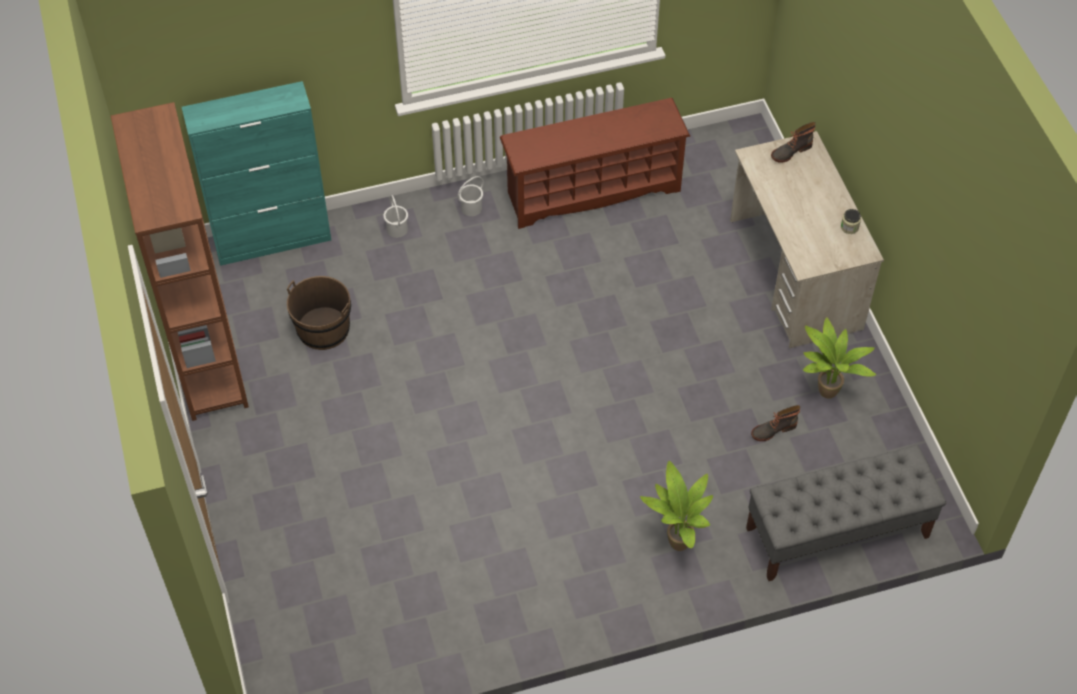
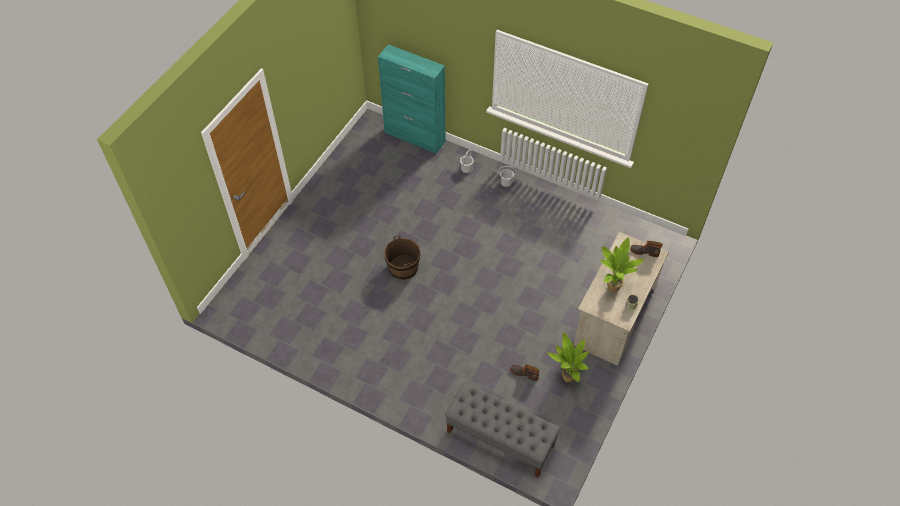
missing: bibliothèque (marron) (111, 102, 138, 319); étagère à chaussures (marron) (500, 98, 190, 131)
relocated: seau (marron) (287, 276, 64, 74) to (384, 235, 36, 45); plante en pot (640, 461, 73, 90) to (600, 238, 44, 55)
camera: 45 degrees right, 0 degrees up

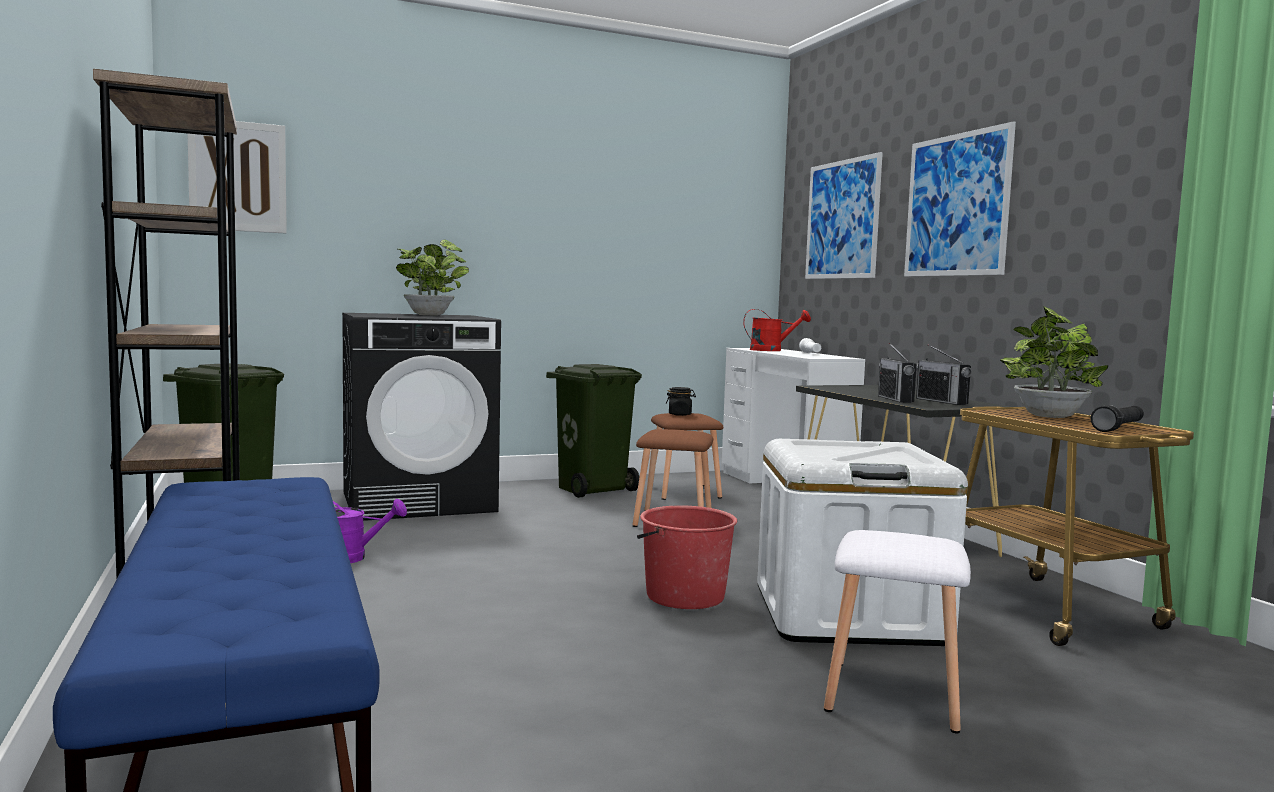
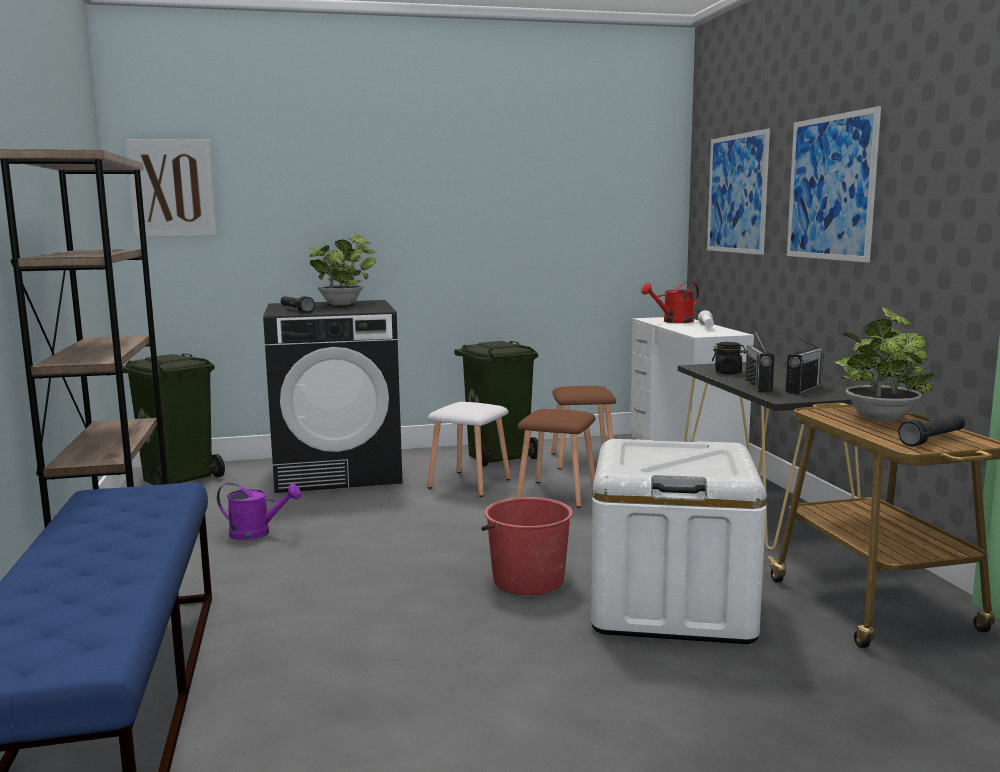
appeared: lampe de poche (noir) (281, 296, 34, 17)
relocated: bocal (noir) (666, 387, 30, 29) to (712, 342, 34, 32); tabouret (blanc) (824, 530, 147, 203) to (427, 402, 84, 95)
spun: arrosoir (rouge) (743, 309, 68, 42) = (641, 281, 58, 42) 150 degrees clockwise; radio (916, 345, 56, 60) = (786, 337, 39, 57) 120 degrees counterclockwise
camera: 10 degrees right, 5 degrees up

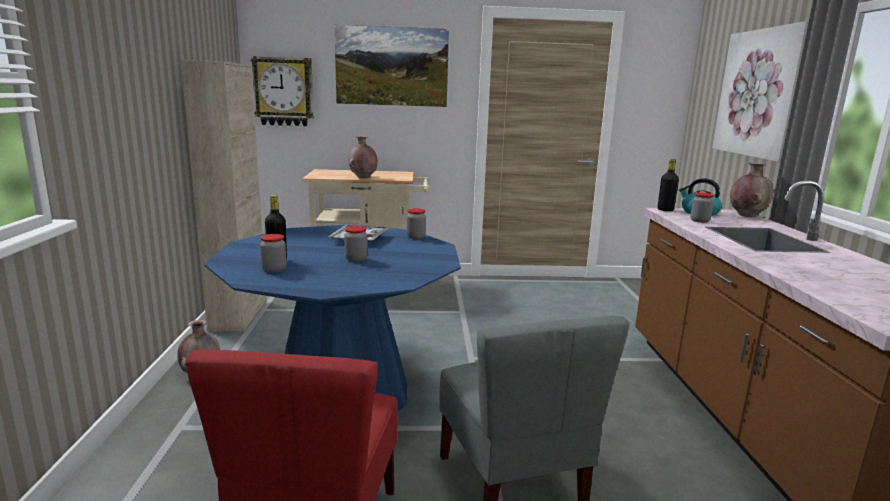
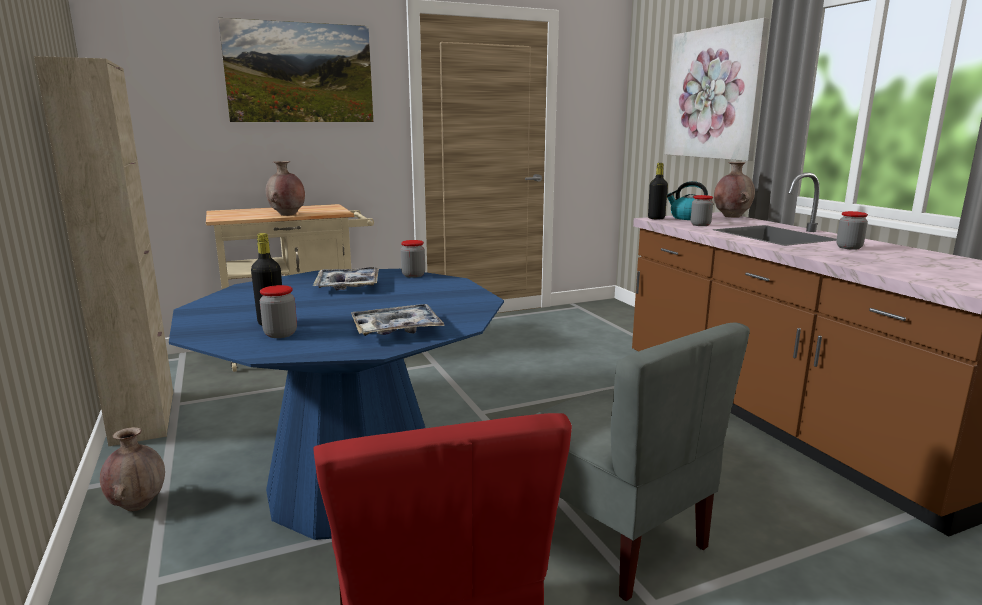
missing: horloge murale (251, 56, 63, 70)
appeared: plateau (351, 304, 94, 32)
relocated: bocal (344, 226, 23, 36) to (836, 211, 32, 39)
camera: 20 degrees left, 0 degrees up

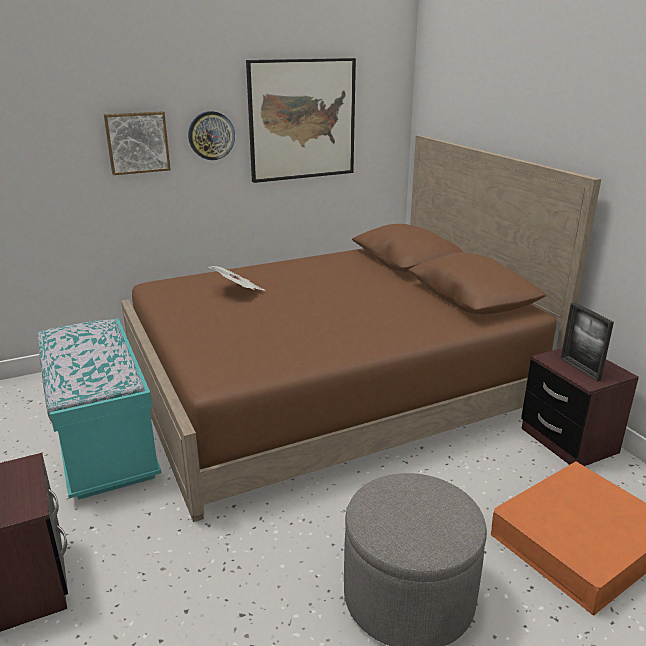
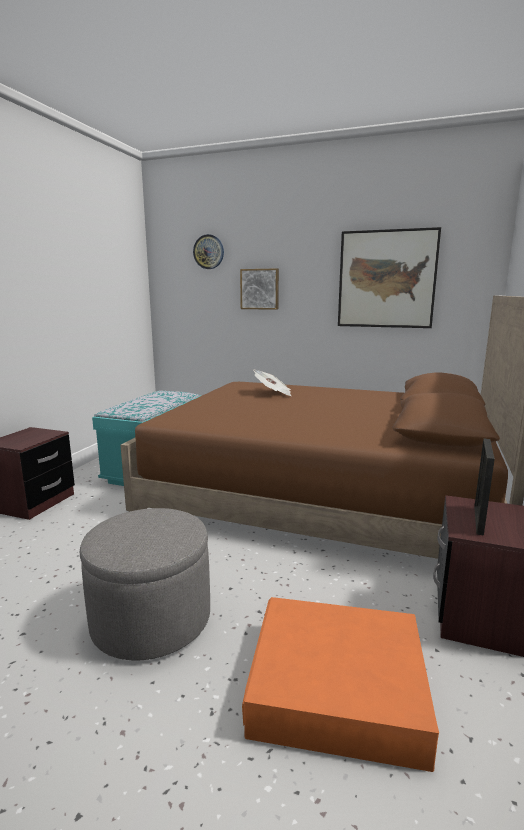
relocated: horloge murale (188, 111, 47, 49) to (193, 234, 31, 35)
camera: 45 degrees right, 10 degrees down

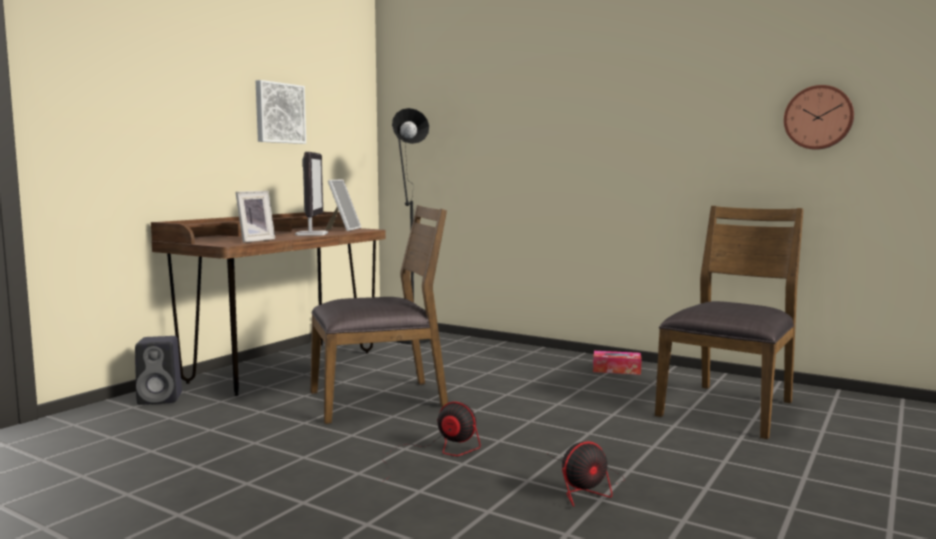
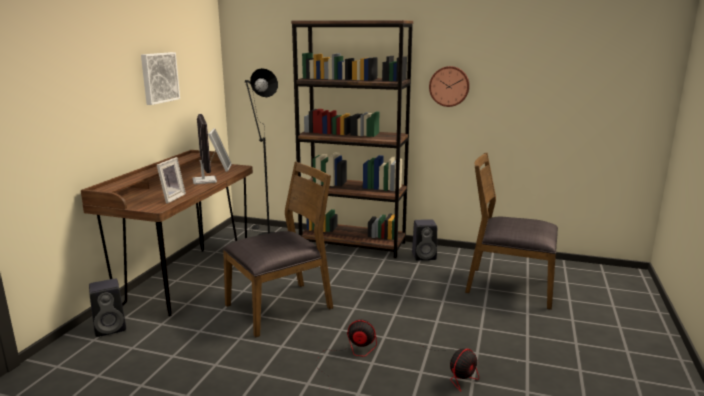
appeared: bibliothèque (marron) (291, 20, 122, 238)
relocated: horloge murale (784, 85, 70, 65) to (429, 66, 41, 41)
exchanged: boîte à mouchoirs (593, 351, 49, 24) to enceinte (noir) (412, 219, 25, 41)
spun: chaise (marron) (655, 206, 149, 233) = (465, 153, 93, 157) 90 degrees counterclockwise
camera: 15 degrees left, 10 degrees up

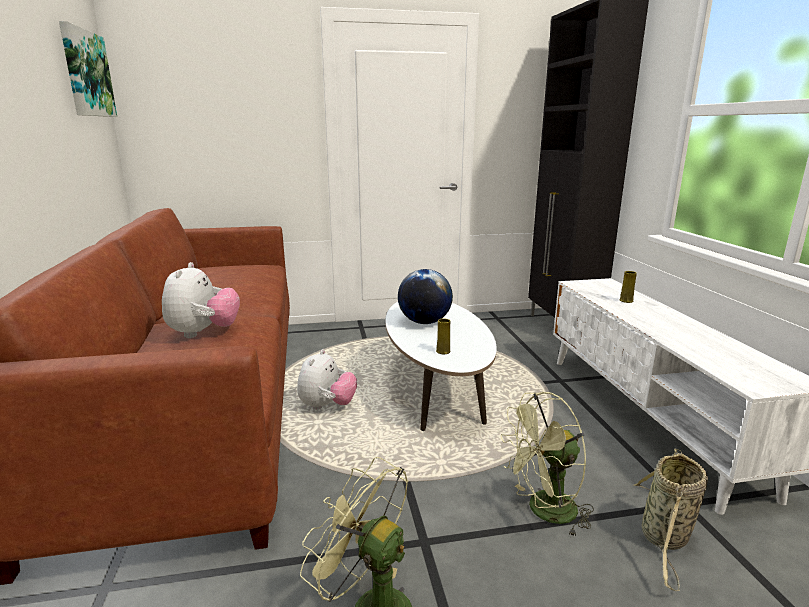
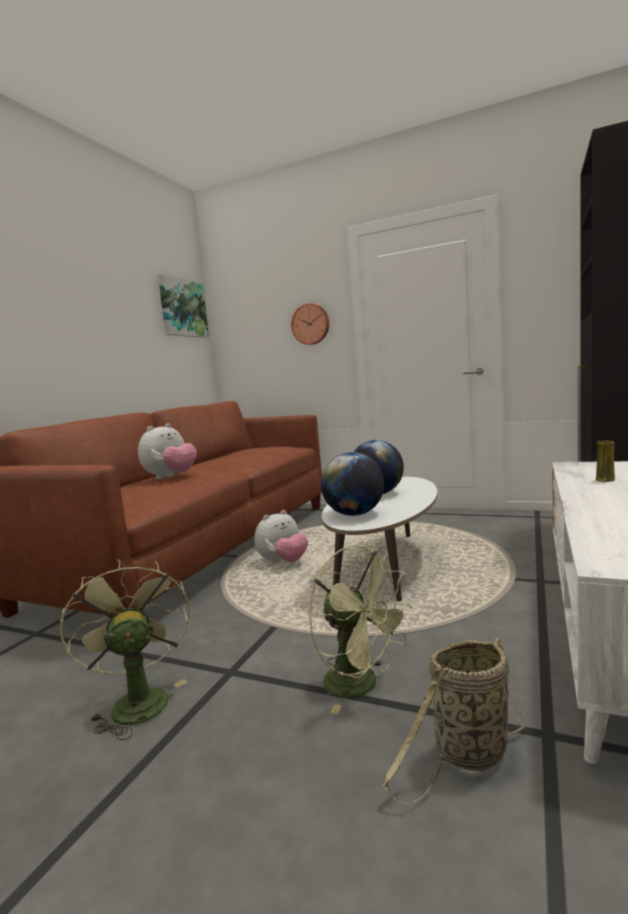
appeared: horloge murale (291, 303, 38, 42)
exchanged: vase (jaune) (436, 318, 14, 36) to globe (321, 452, 63, 64)
spun: ventilateur (vert) (501, 392, 93, 145) = (309, 545, 103, 169) 150 degrees counterclockwise
camera: 35 degrees right, 10 degrees down

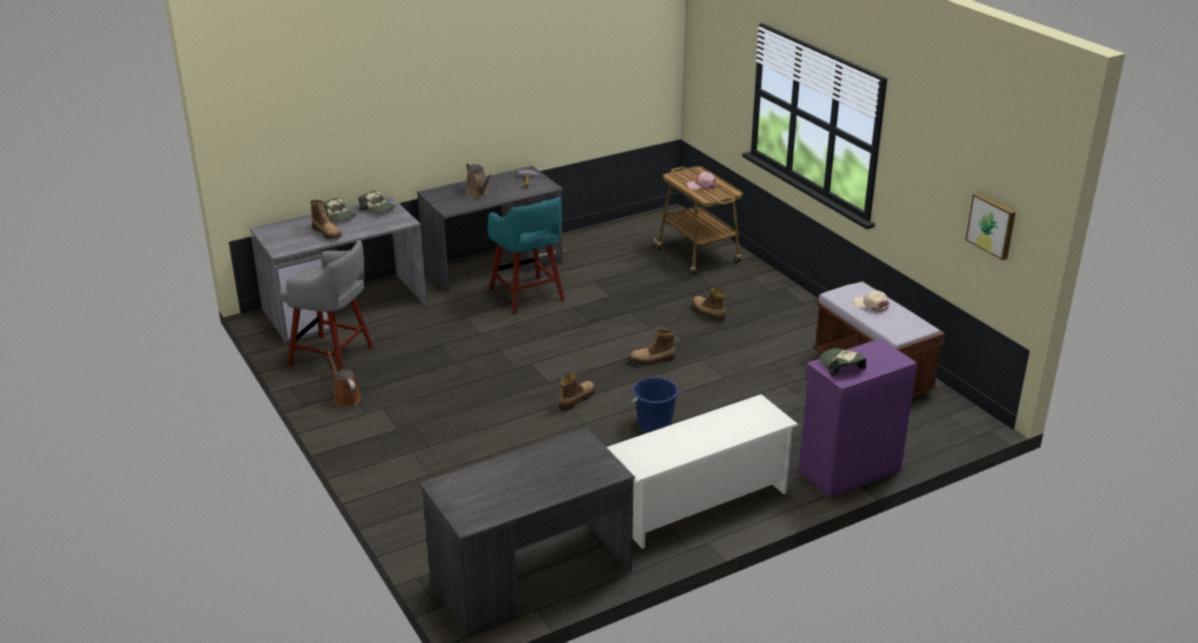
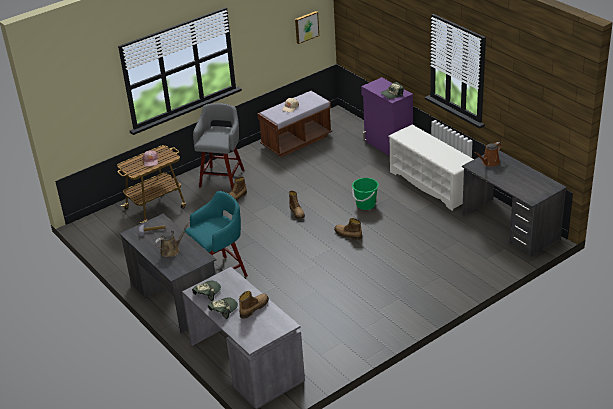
relocated: tabouret (gris) (279, 240, 95, 132) to (193, 103, 51, 86); arrosoir (marron) (327, 351, 34, 56) to (474, 142, 27, 25)
colour: seau (bleu) (631, 377, 48, 56) to seau (vert) (352, 178, 27, 32)
camera: 95 degrees left, 5 degrees up

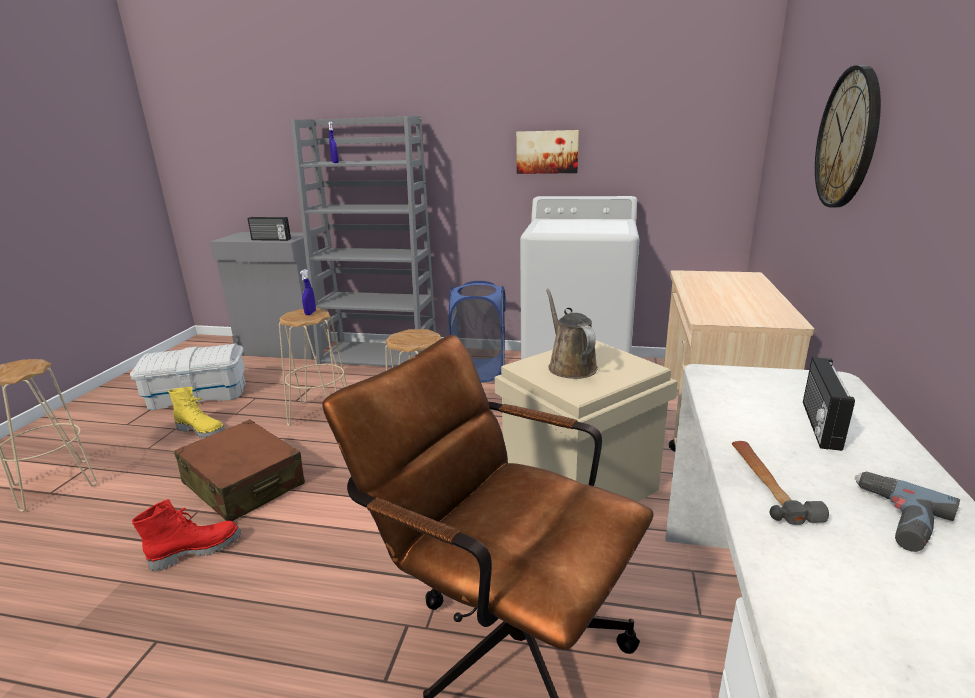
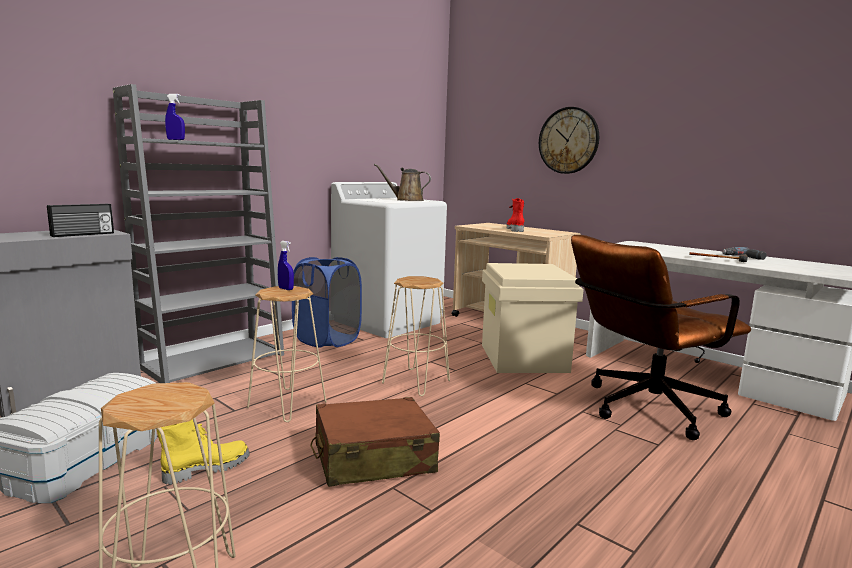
missing: tableau (516, 130, 63, 44); radio (803, 357, 52, 94)
relocated: botte (rouge) (132, 499, 109, 72) to (507, 198, 18, 34); arrosoir (marron) (546, 289, 52, 90) to (374, 164, 57, 37)
camera: 60 degrees left, 10 degrees down

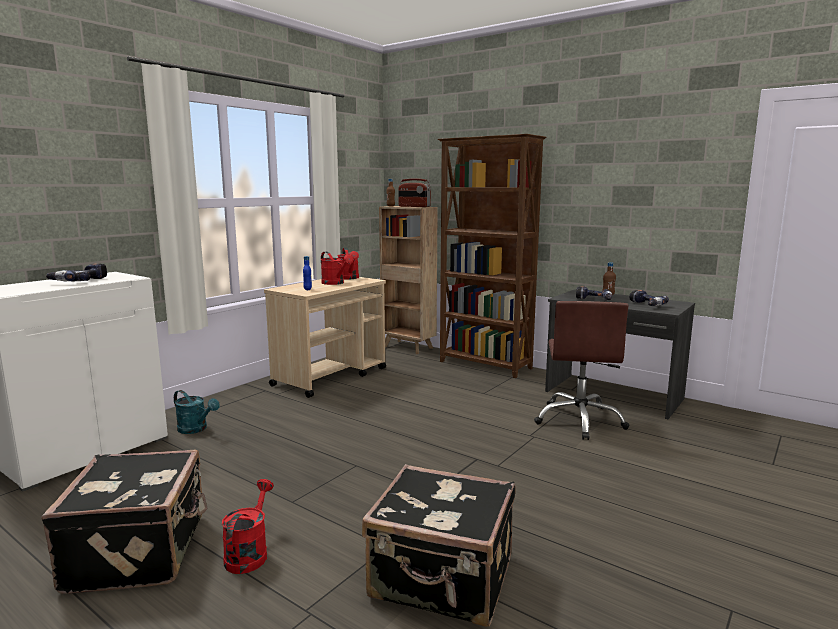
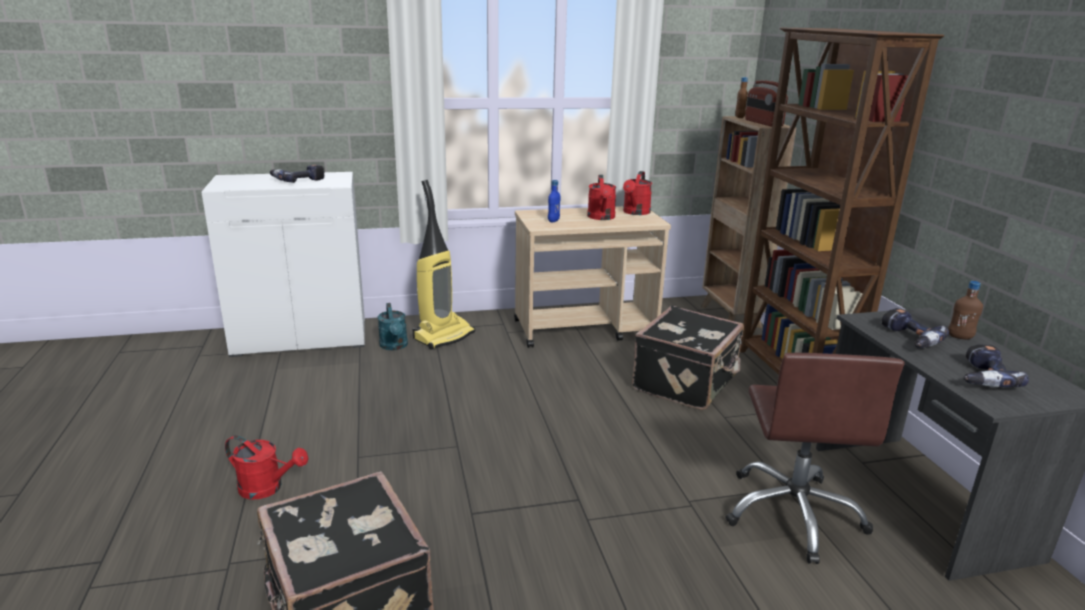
appeared: aspirateur (412, 180, 63, 170)
relocated: valise (noir) (41, 449, 166, 145) to (632, 305, 112, 105)
spun: arrosoir (rouge) (222, 479, 52, 95) = (225, 435, 83, 64) 60 degrees clockwise; chaise de bureau (marron) (534, 301, 95, 139) = (725, 353, 179, 211) 45 degrees counterclockwise
camera: 40 degrees right, 10 degrees up

